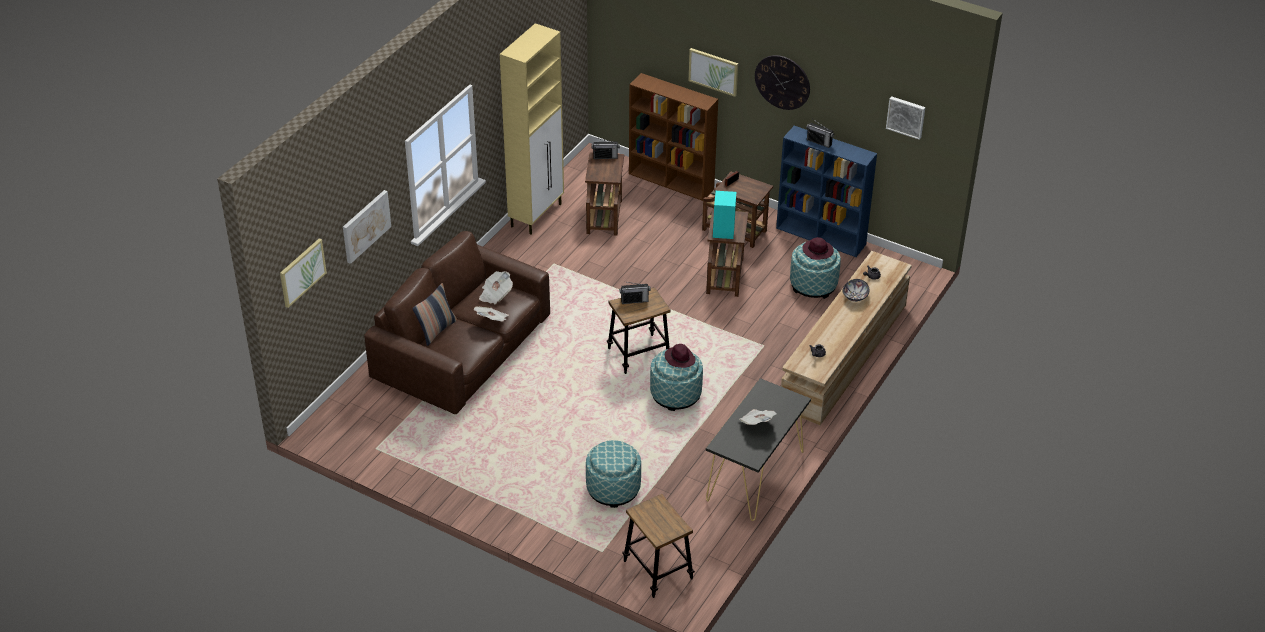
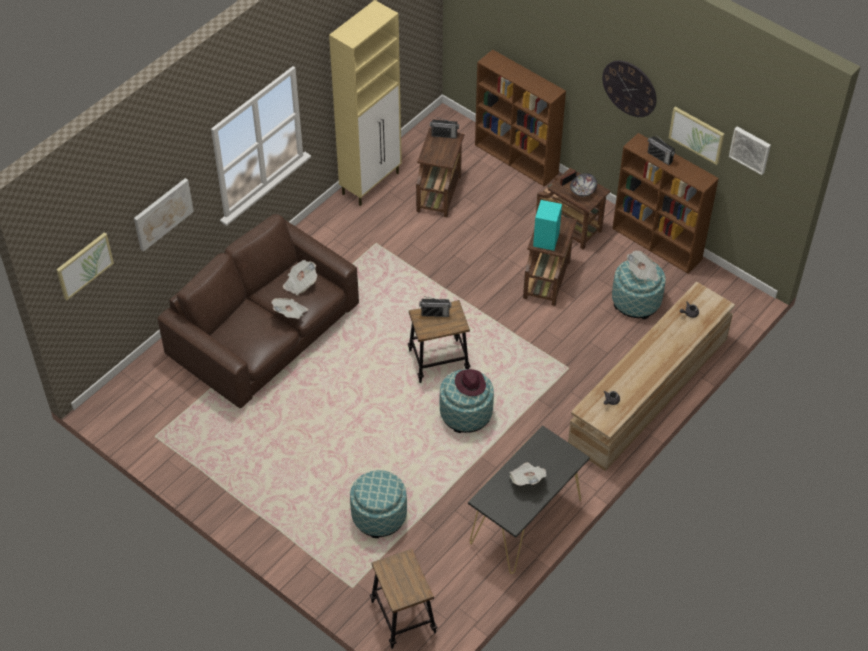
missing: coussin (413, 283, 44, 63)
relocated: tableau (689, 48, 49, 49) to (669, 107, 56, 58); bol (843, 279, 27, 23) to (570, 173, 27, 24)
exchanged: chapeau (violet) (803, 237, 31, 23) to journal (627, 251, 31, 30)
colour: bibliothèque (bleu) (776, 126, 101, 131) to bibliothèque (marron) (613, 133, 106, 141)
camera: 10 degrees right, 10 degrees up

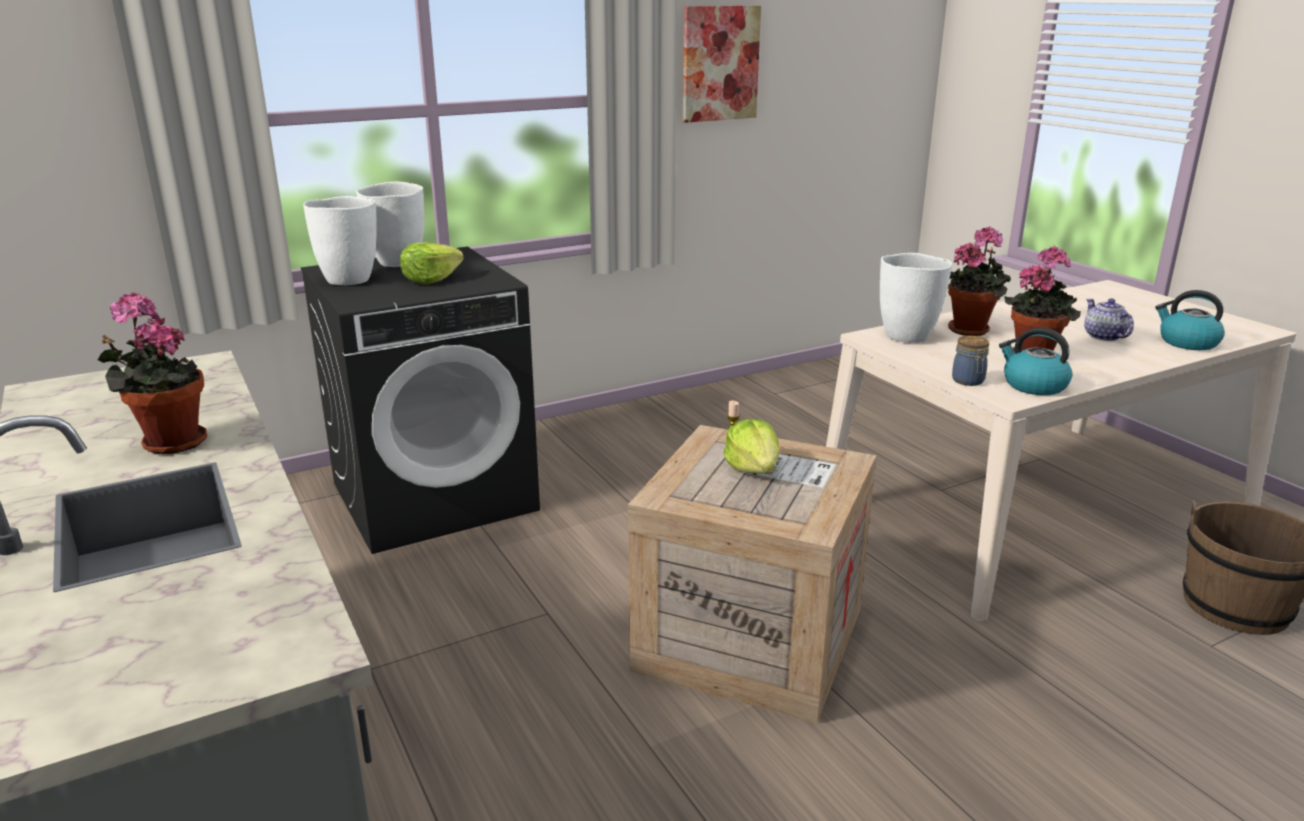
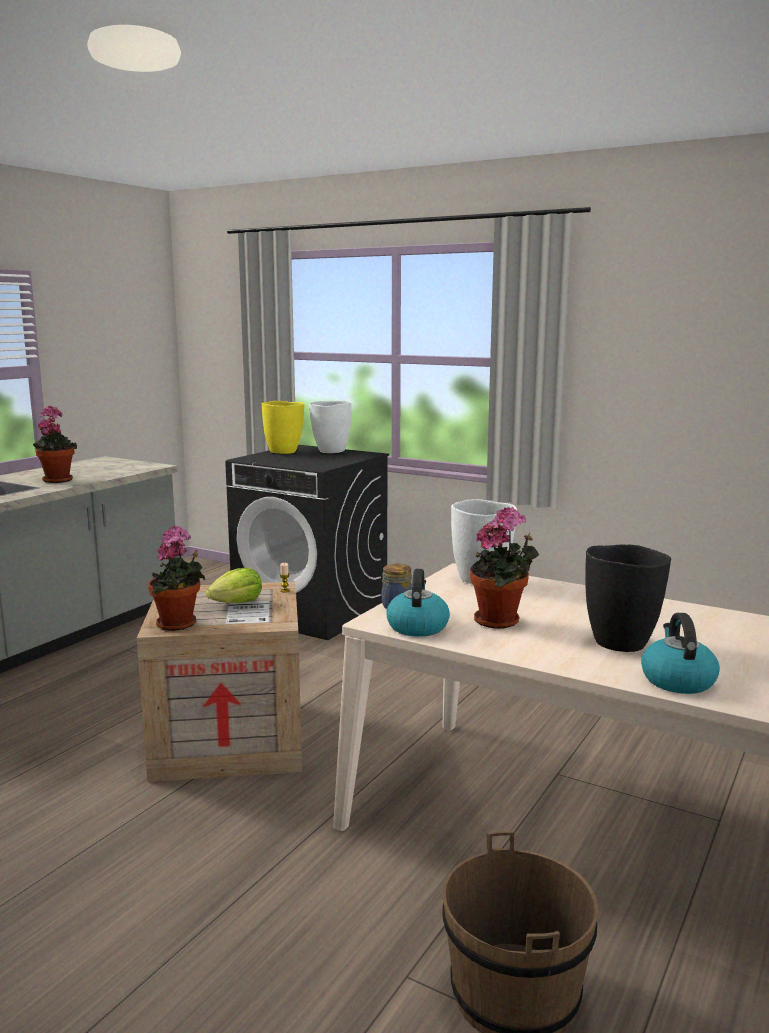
missing: laitue (400, 242, 64, 42); tableau (683, 6, 78, 117)
relocated: plante en pot (948, 226, 63, 110) to (148, 526, 57, 105)
exchanged: théière (1084, 298, 50, 43) to vase (noir) (585, 544, 86, 108)
colour: vase (blanc) (303, 196, 74, 89) to vase (jaune) (262, 401, 42, 53)
camera: 60 degrees right, 10 degrees down

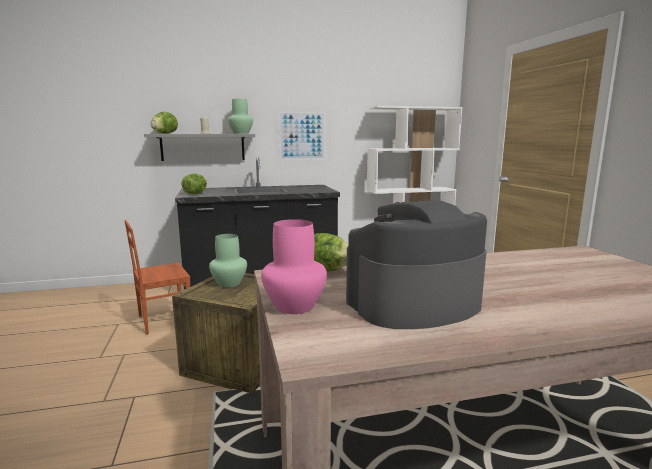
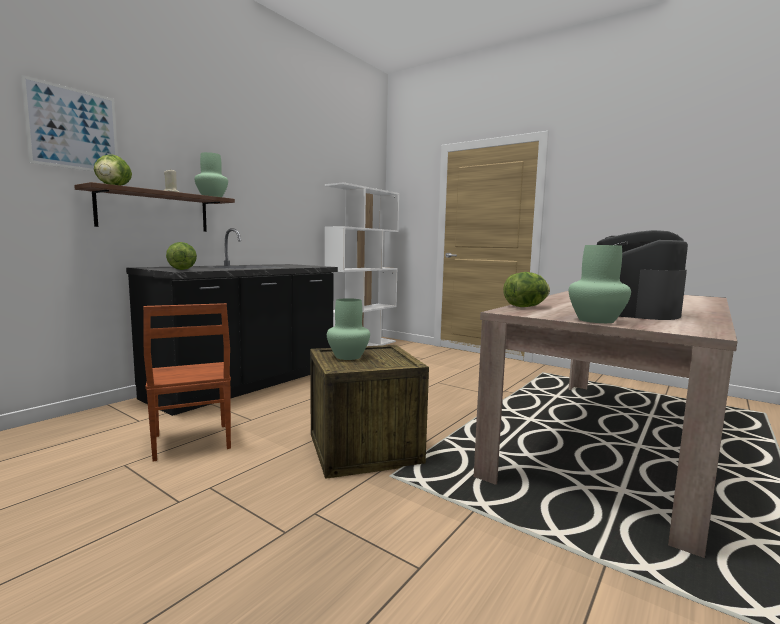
relocated: tableau (279, 111, 46, 49) to (21, 75, 97, 96)
colour: étagère (gris) (144, 134, 111, 27) to étagère (marron) (74, 182, 161, 50); vase (rose) (261, 219, 66, 95) to vase (vert) (569, 245, 62, 78)
spun: chaise (marron) (125, 220, 65, 115) = (143, 303, 88, 158) 45 degrees counterclockwise
camera: 40 degrees left, 5 degrees down

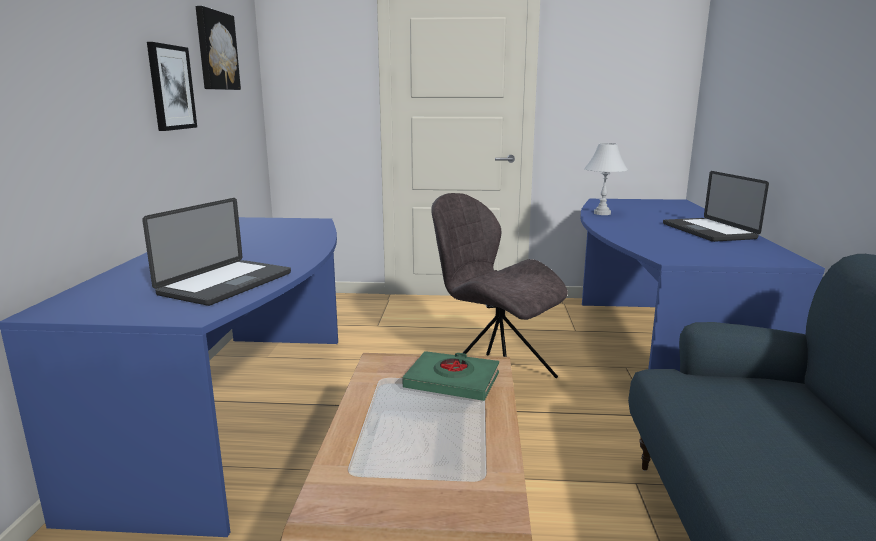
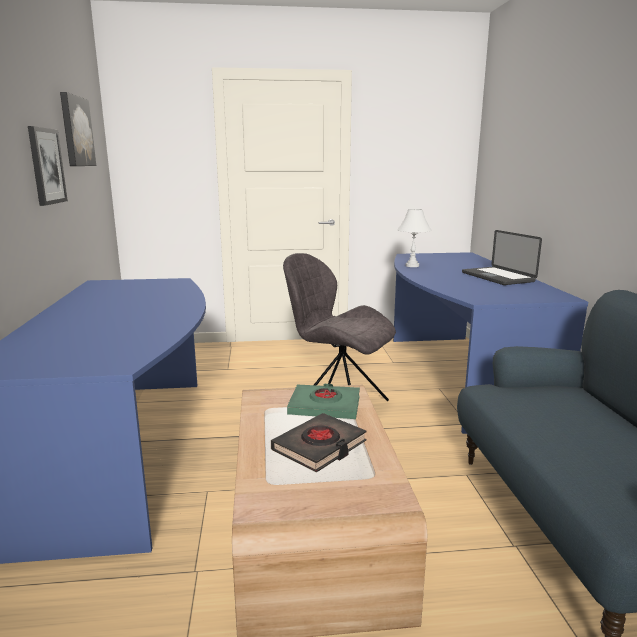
missing: ordinateur portable (142, 198, 149, 108)
appeared: livre (noir) (271, 413, 96, 60)
camera: 10 degrees left, 0 degrees up

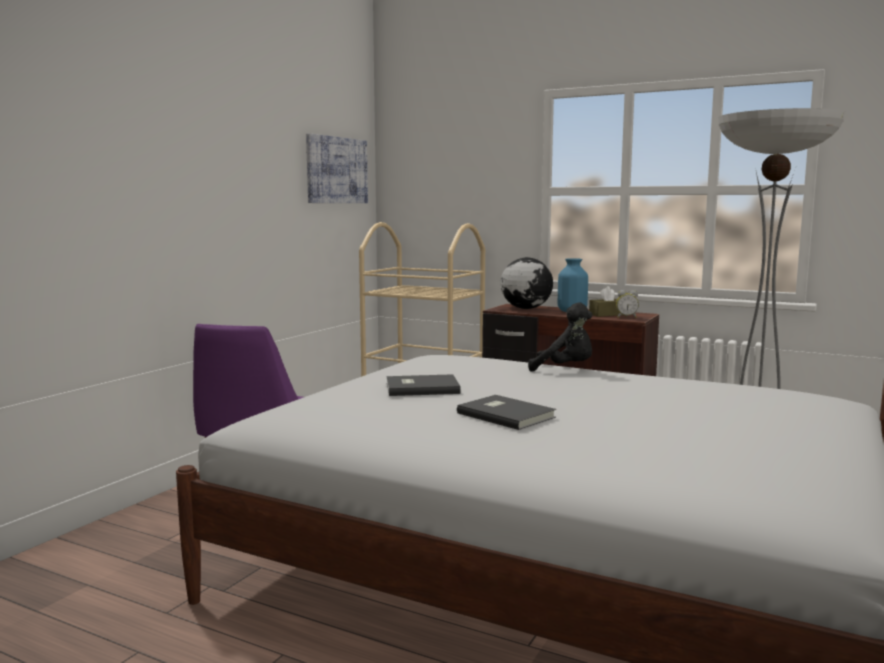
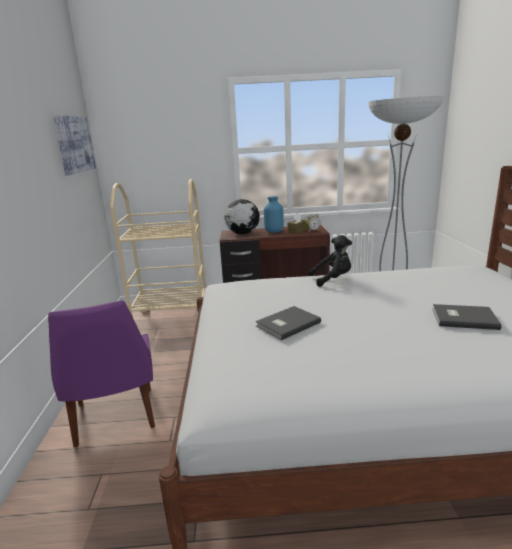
relocated: livre (gris) (457, 395, 99, 35) to (433, 304, 69, 26)
camera: 30 degrees left, 10 degrees up

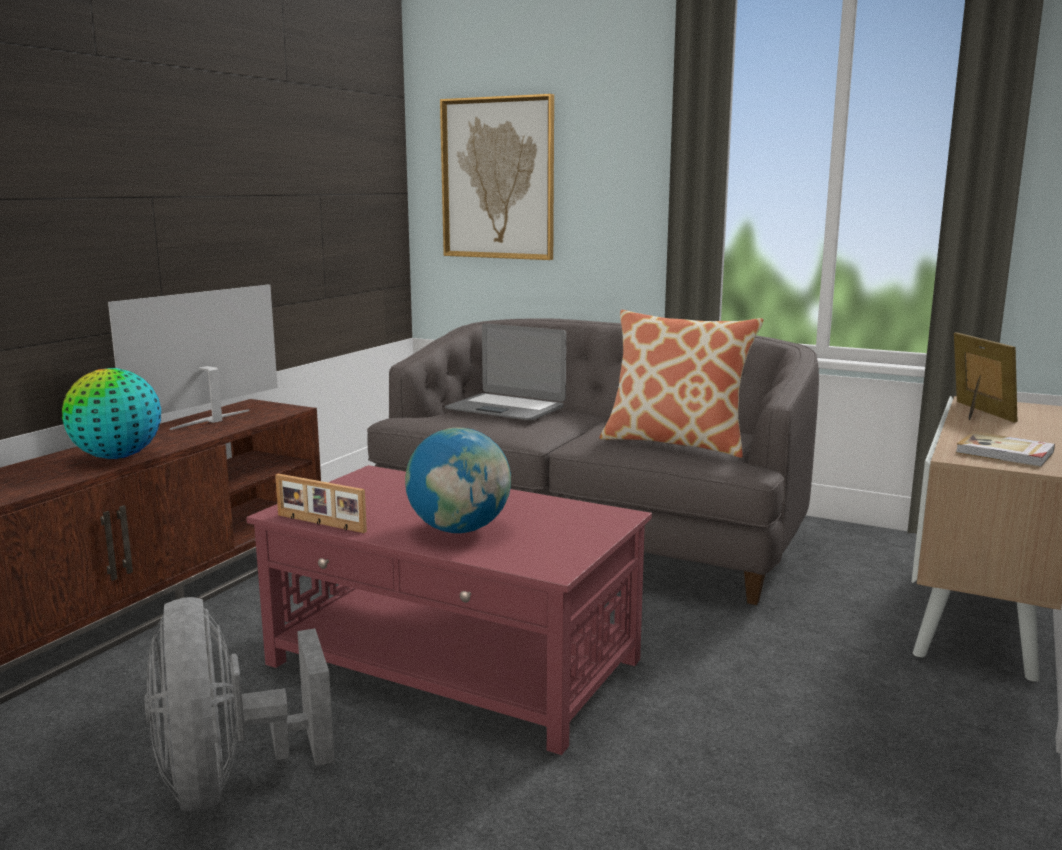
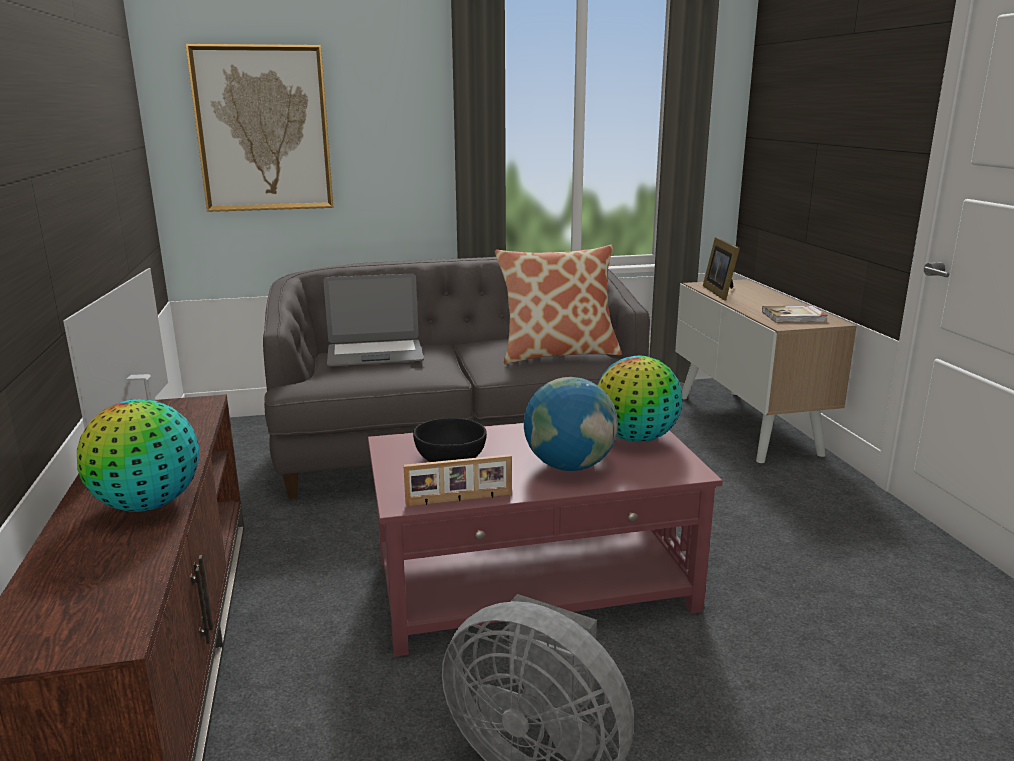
appeared: bol (noir) (413, 418, 74, 44); globe (598, 356, 85, 86)
spun: cadre photo (954, 332, 63, 90) = (703, 237, 37, 64) 135 degrees counterclockwise
camera: 40 degrees left, 5 degrees up

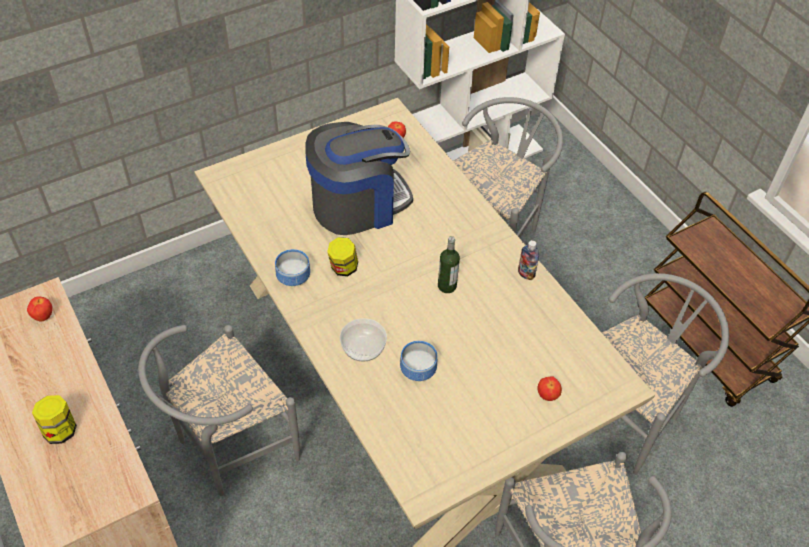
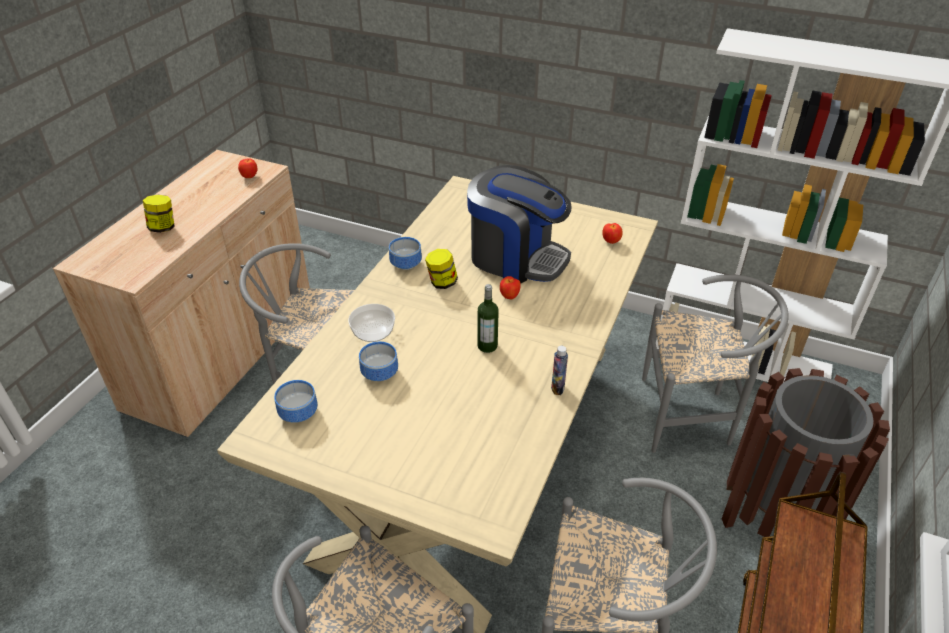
appeared: bol (274, 380, 44, 43); poubelle (marron) (722, 368, 168, 169)
relocated: pomme (537, 376, 25, 25) to (500, 276, 21, 23)
camera: 55 degrees right, 10 degrees down

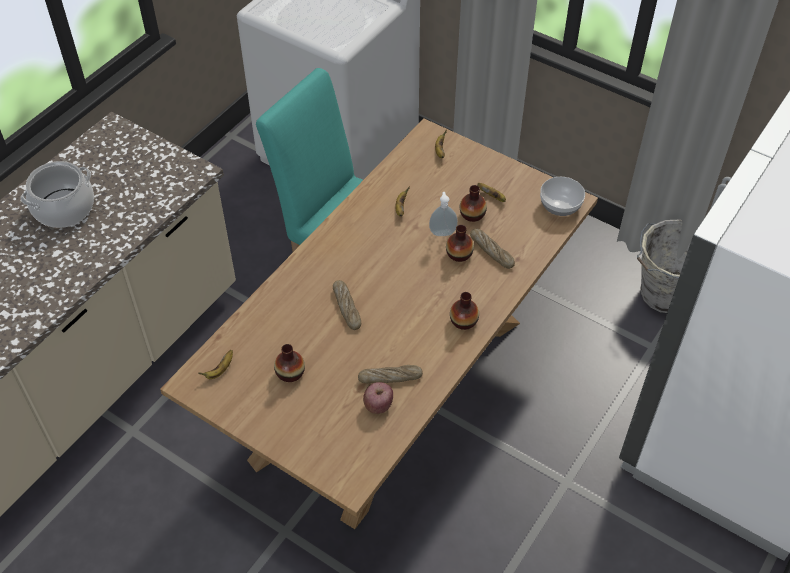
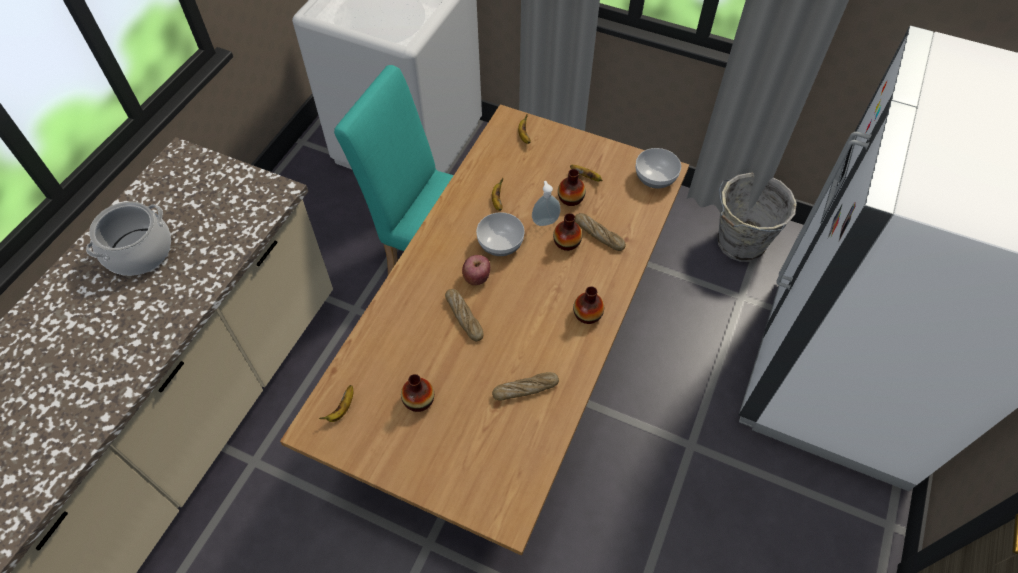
appeared: bol (476, 212, 49, 44)
relocated: pomme (363, 382, 30, 32) to (462, 255, 28, 30)
camera: 10 degrees left, 5 degrees up

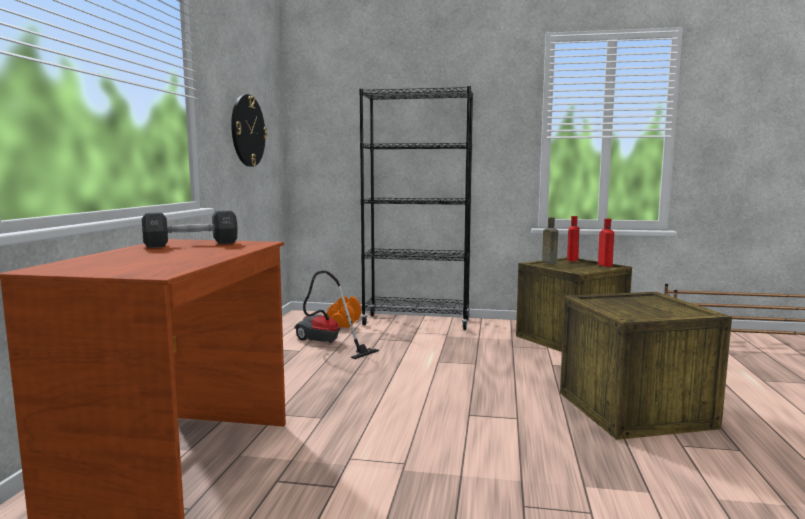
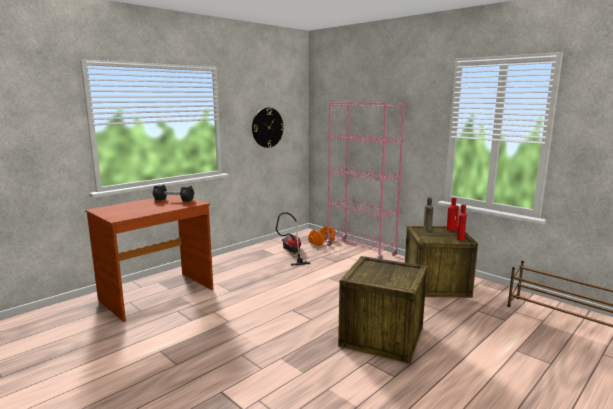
colour: bibliothèque (noir) (359, 86, 114, 244) to bibliothèque (rose) (327, 102, 78, 157)
camera: 35 degrees right, 5 degrees up

